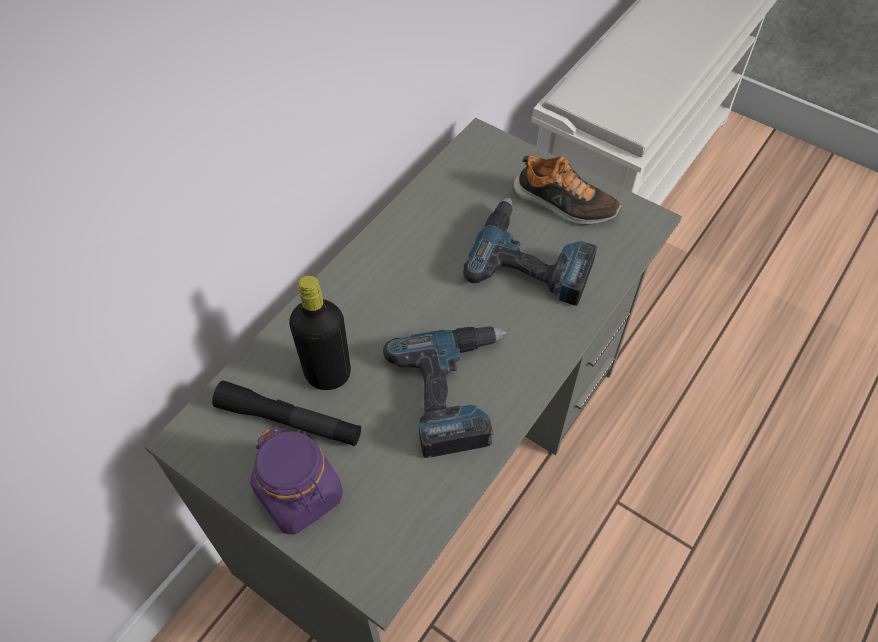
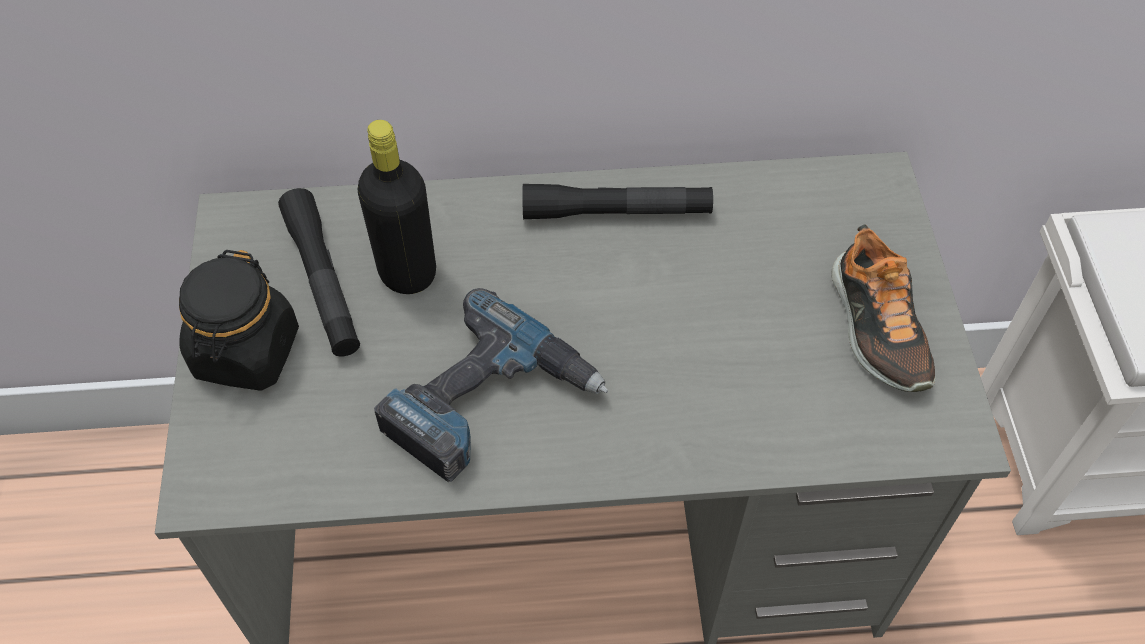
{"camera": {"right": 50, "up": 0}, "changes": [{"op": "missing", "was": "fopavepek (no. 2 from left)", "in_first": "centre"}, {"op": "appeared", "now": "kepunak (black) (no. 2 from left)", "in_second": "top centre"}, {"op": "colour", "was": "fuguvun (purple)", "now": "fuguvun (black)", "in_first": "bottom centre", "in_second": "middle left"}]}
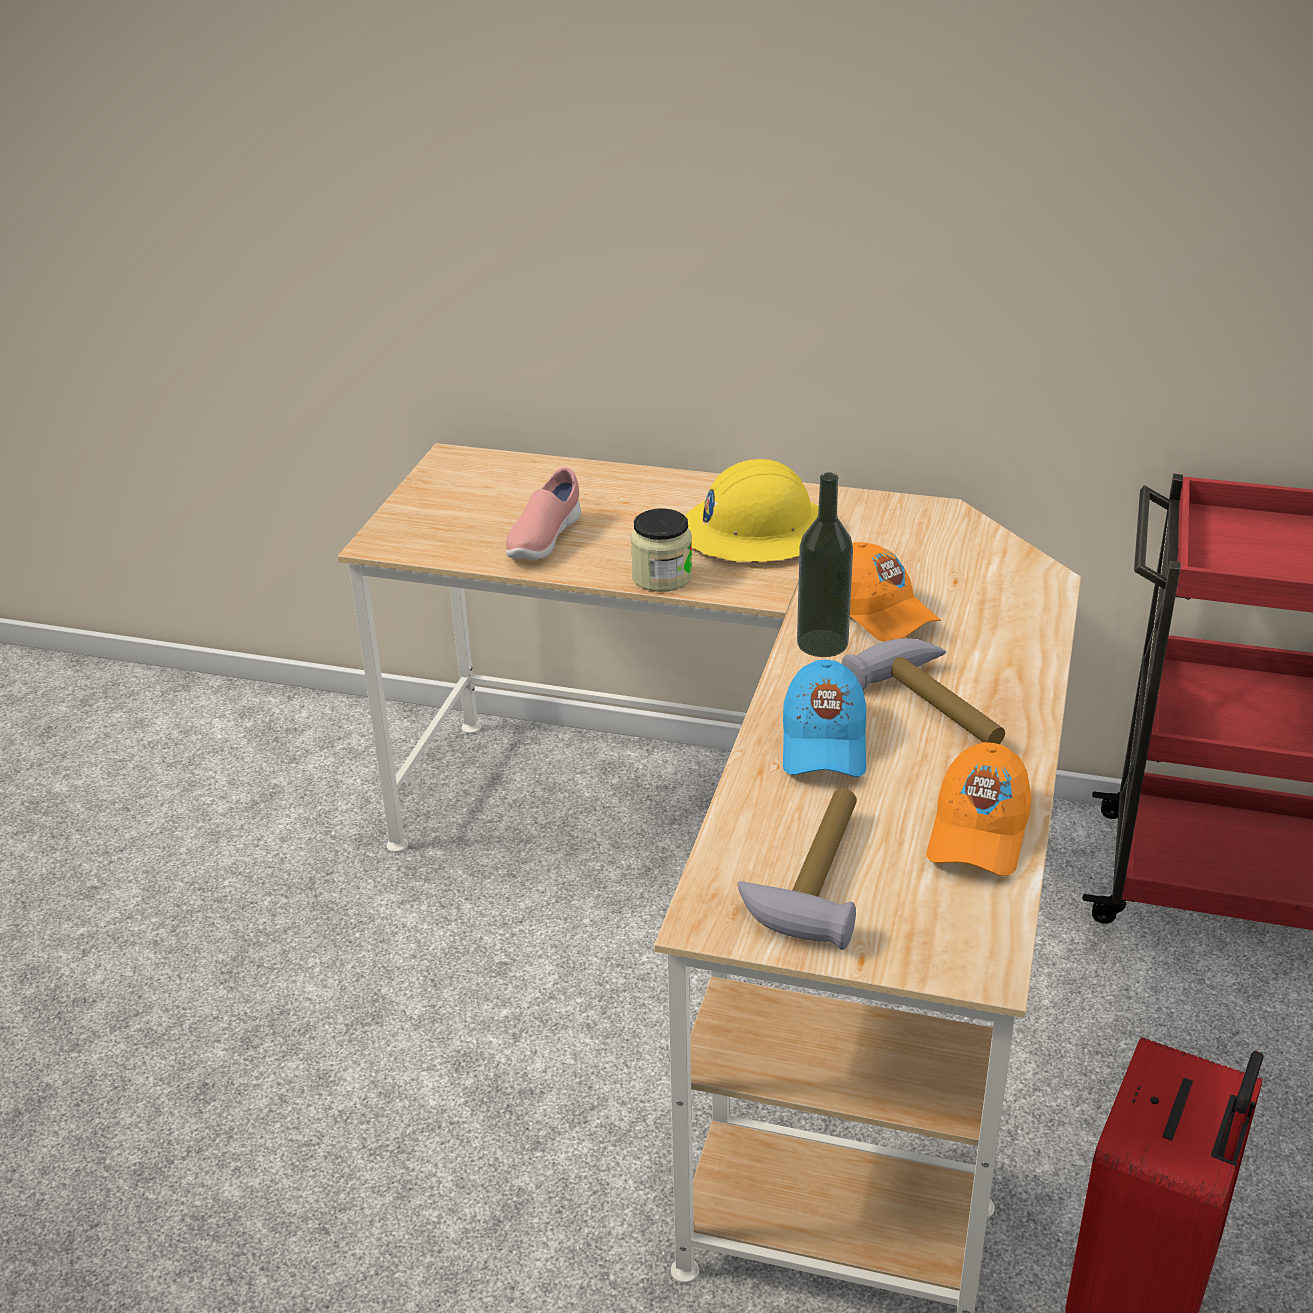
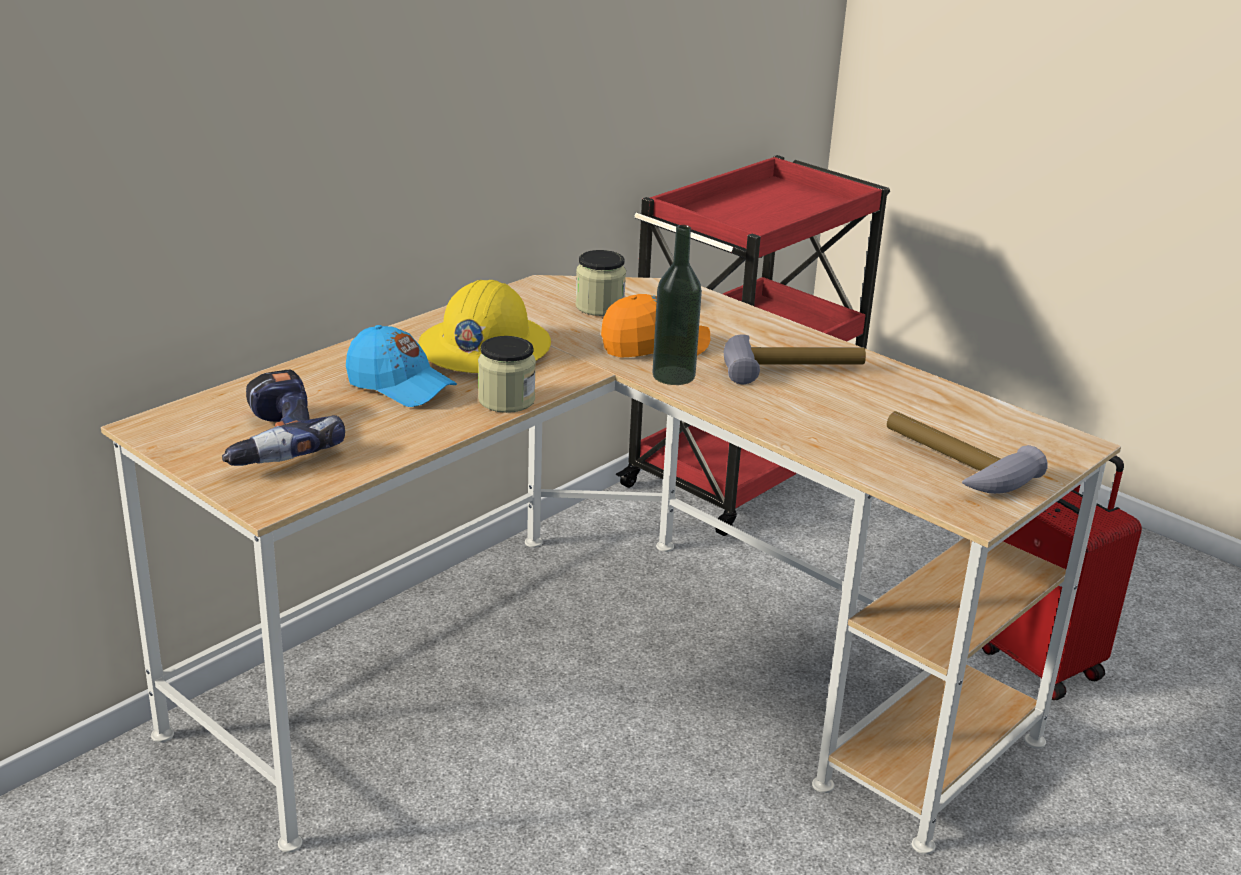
{"camera": {"right": -65, "up": -5}, "changes": [{"op": "missing", "was": "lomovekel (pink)", "in_first": "centre"}, {"op": "missing", "was": "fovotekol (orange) (no. 2 from left)", "in_first": "middle right"}, {"op": "appeared", "now": "fopavepek", "in_second": "middle left"}, {"op": "appeared", "now": "fuguvun (no. 2 from left)", "in_second": "top centre"}, {"op": "relocated", "was": "fovotekol (blue)", "in_first": "centre", "in_second": "middle left"}]}
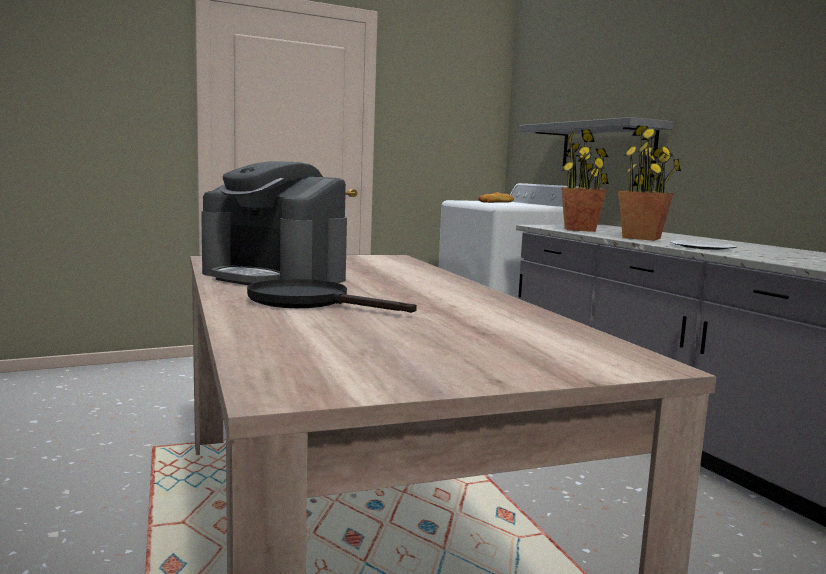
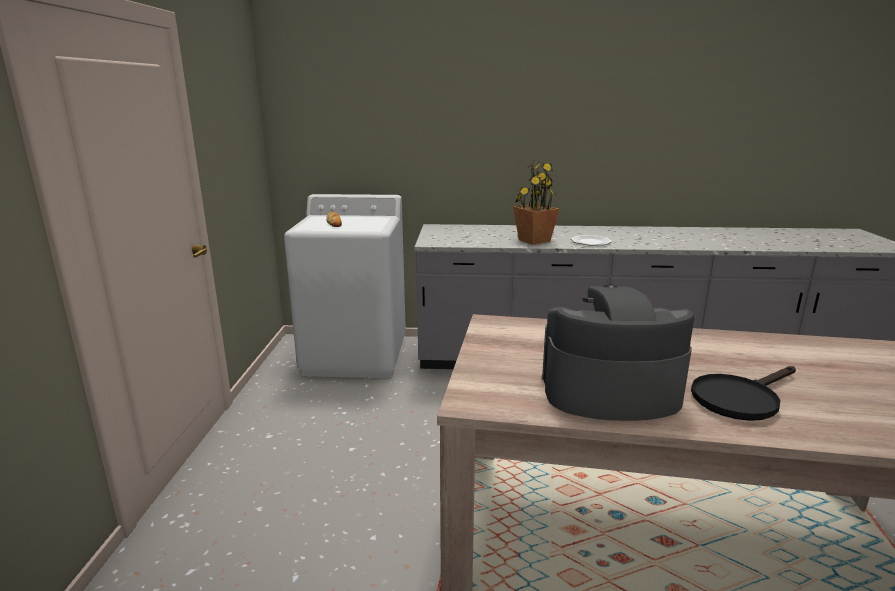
{"camera": {"right": -60, "up": 10}, "changes": [{"op": "missing", "was": "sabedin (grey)", "in_first": "top right"}, {"op": "missing", "was": "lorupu (no. 1 from left)", "in_first": "top right"}, {"op": "spun", "was": "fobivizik", "in_first": "middle left", "in_second": "middle right", "clockwise": -150}]}
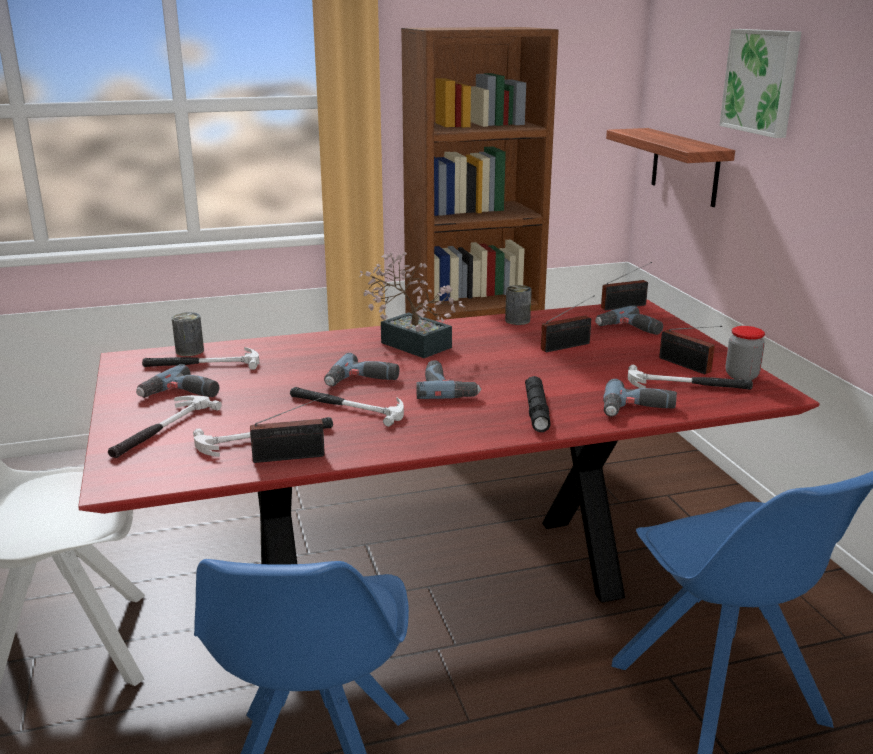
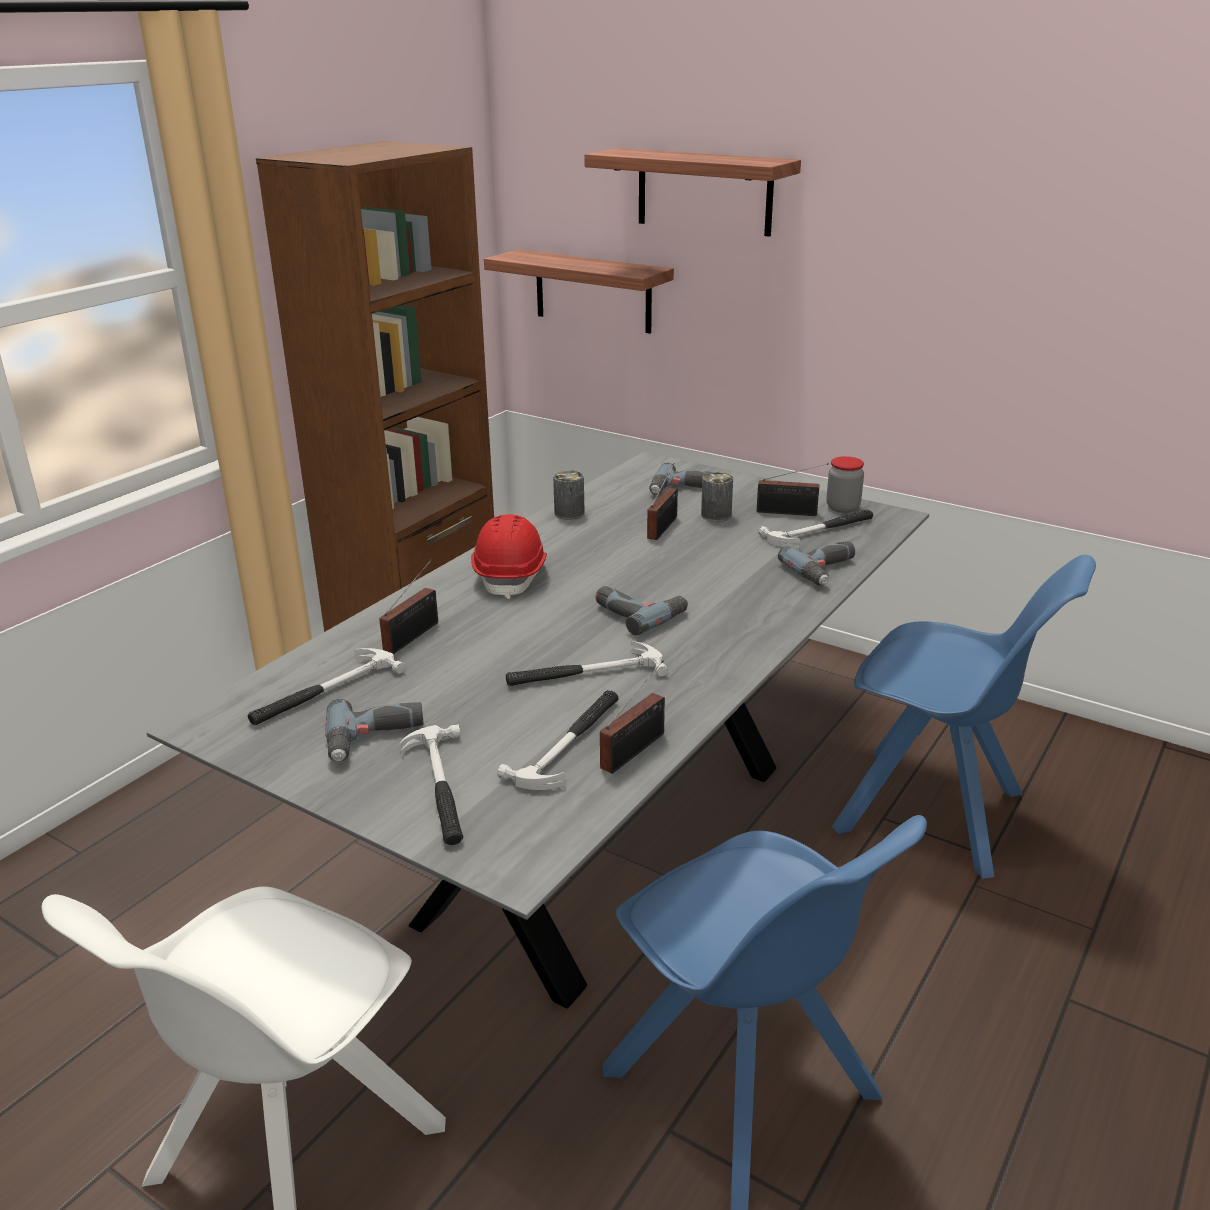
{"camera": {"right": -40, "up": 5}, "changes": [{"op": "missing", "was": "fopavepek (no. 2 from left)", "in_first": "centre"}, {"op": "missing", "was": "kepunak (black)", "in_first": "centre"}, {"op": "relocated", "was": "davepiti (no. 1 from left in the first image)", "now": "davepiti (no. 2 from left)", "in_first": "middle left", "in_second": "centre"}, {"op": "relocated", "was": "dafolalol (no. 3 from left in the first image)", "now": "dafolalol (no. 1 from left)", "in_first": "middle right", "in_second": "centre"}, {"op": "exchanged", "was": "lorupu", "now": "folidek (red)", "in_first": "centre", "in_second": "centre"}, {"op": "exchanged", "was": "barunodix", "now": "sabedin (no. 2 from left)", "in_first": "top right", "in_second": "top centre"}, {"op": "colour", "was": "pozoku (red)", "now": "pozoku (grey)", "in_first": "centre", "in_second": "centre"}]}
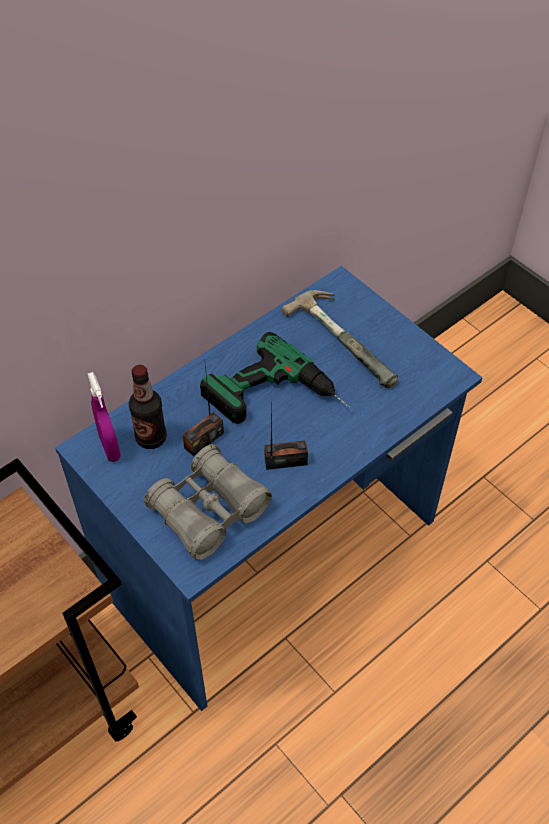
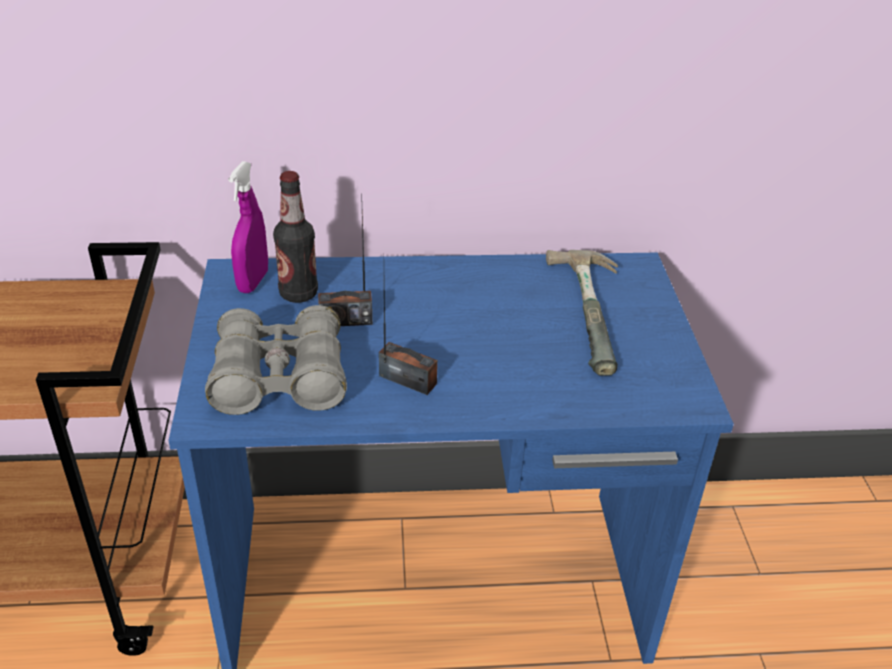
{"camera": {"right": 35, "up": -15}, "changes": [{"op": "missing", "was": "fopavepek", "in_first": "centre"}]}
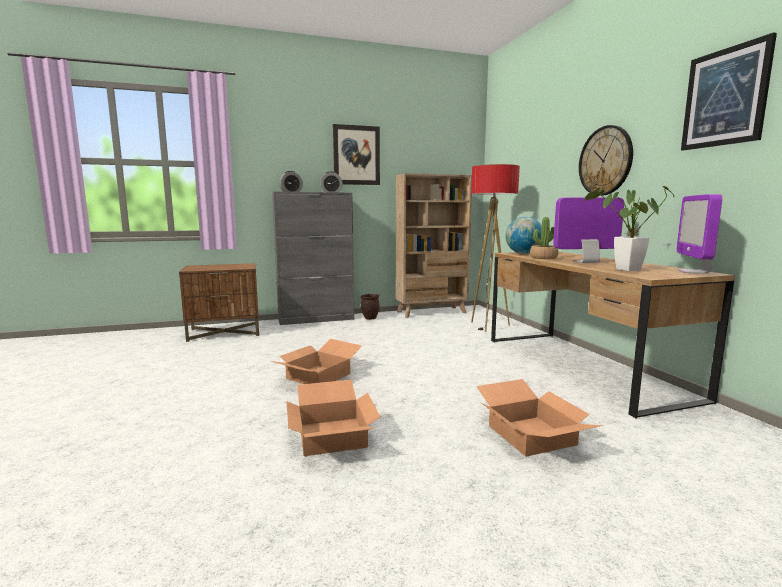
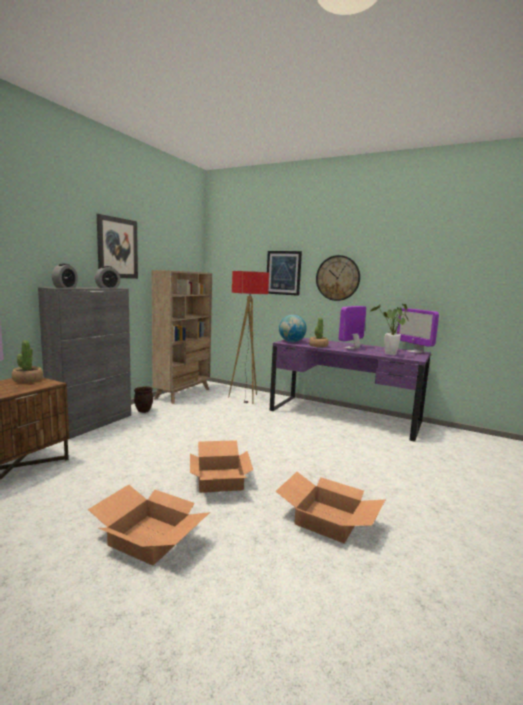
{"camera": {"right": -45, "up": 0}, "changes": [{"op": "appeared", "now": "lorupu (no. 1 from left)", "in_second": "middle left"}, {"op": "relocated", "was": "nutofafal (no. 3 from left in the first image)", "now": "nutofafal (no. 1 from left)", "in_first": "bottom right", "in_second": "bottom left"}, {"op": "relocated", "was": "barunodix (no. 2 from left)", "in_first": "top right", "in_second": "centre"}, {"op": "colour", "was": "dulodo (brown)", "now": "dulodo (purple)", "in_first": "middle right", "in_second": "middle right"}]}
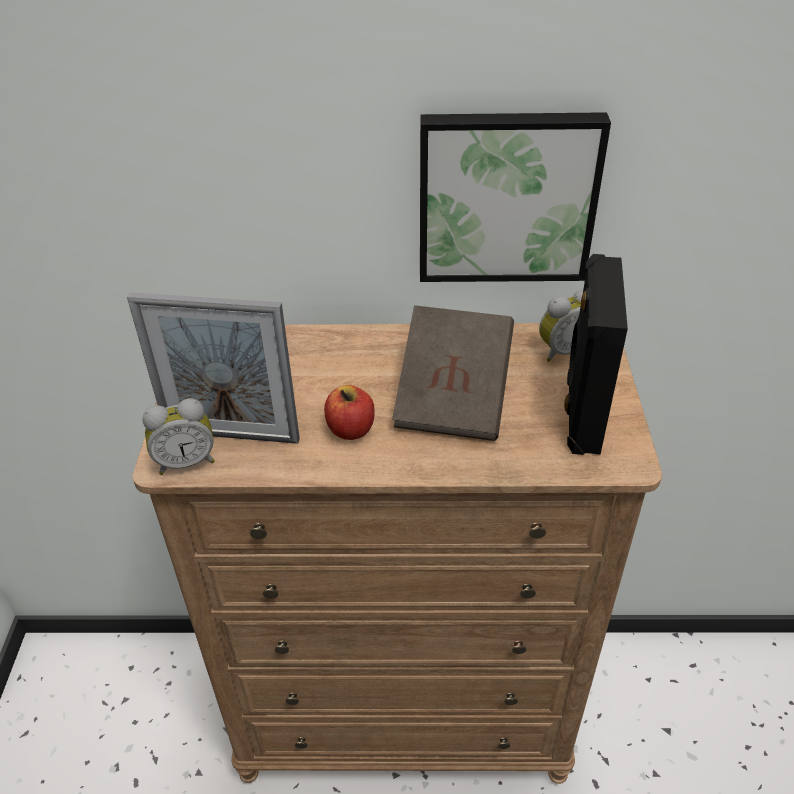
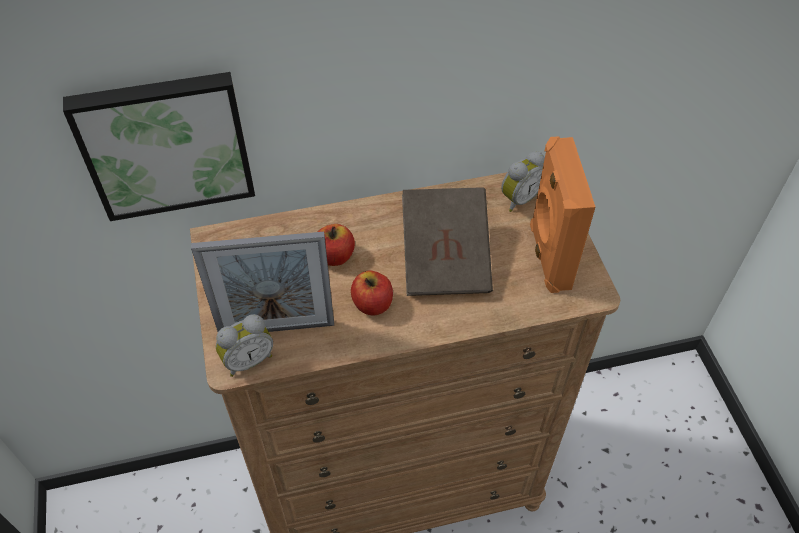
{"camera": {"right": -15, "up": 10}, "changes": [{"op": "appeared", "now": "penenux (no. 1 from left)", "in_second": "centre"}, {"op": "relocated", "was": "barunodix", "in_first": "top centre", "in_second": "top left"}, {"op": "colour", "was": "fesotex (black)", "now": "fesotex (orange)", "in_first": "middle right", "in_second": "middle right"}]}
